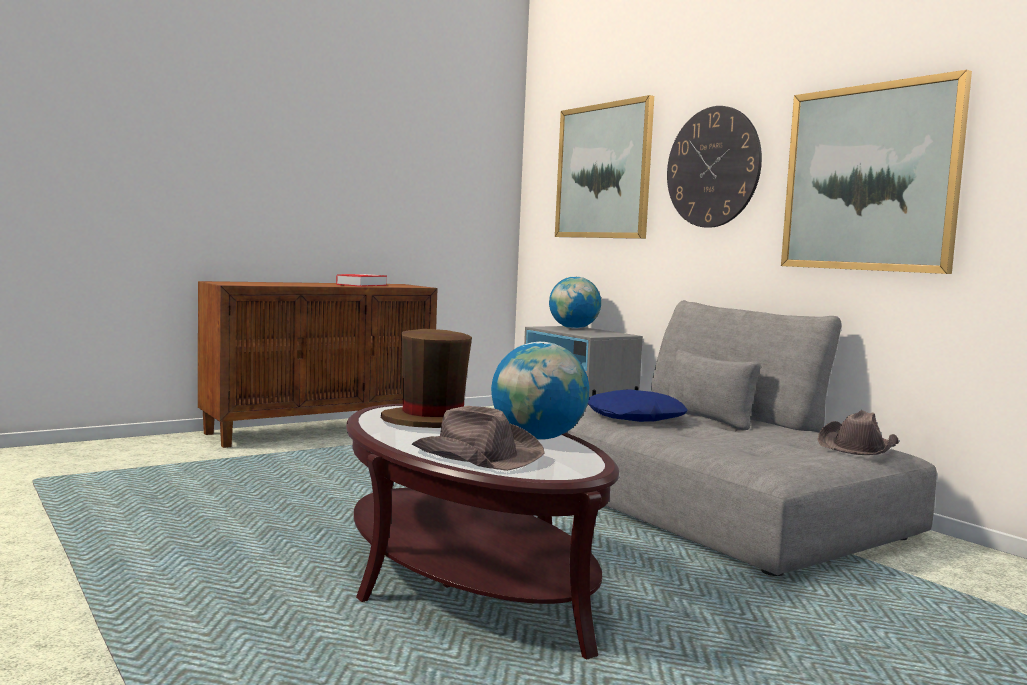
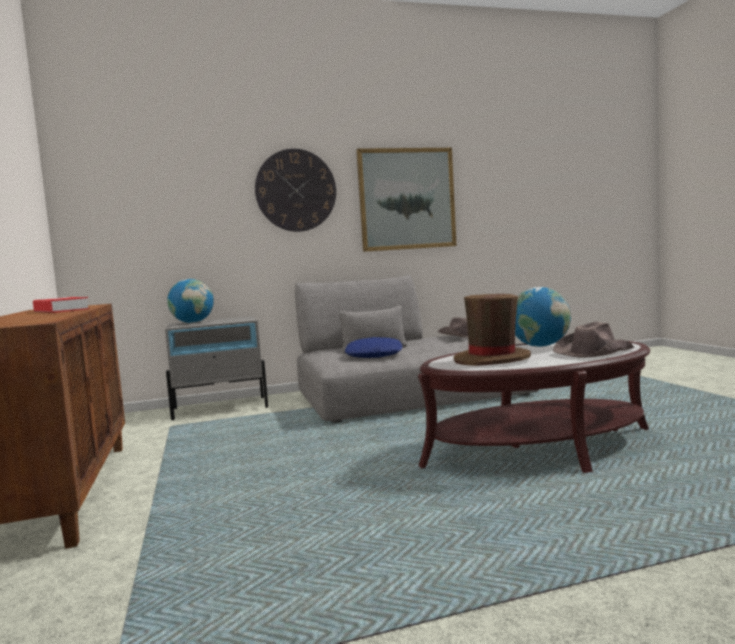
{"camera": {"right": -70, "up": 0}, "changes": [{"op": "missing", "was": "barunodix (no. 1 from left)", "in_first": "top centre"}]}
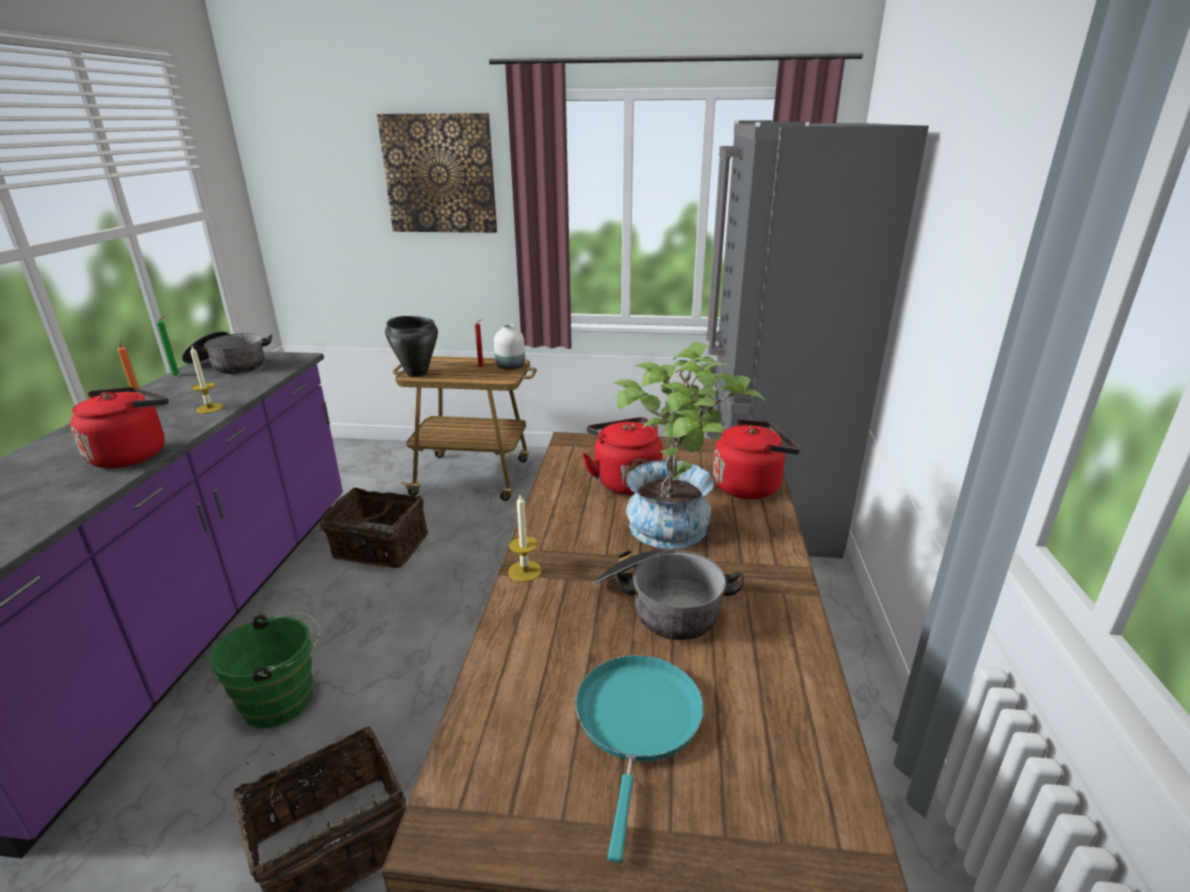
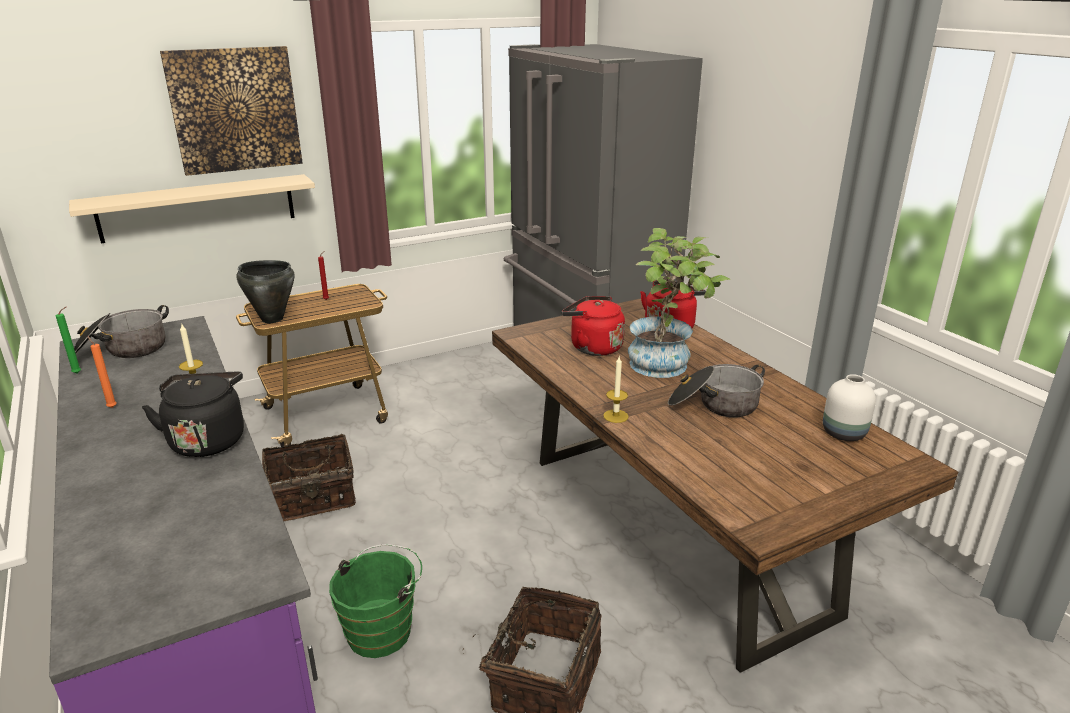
{"camera": {"right": -35, "up": 0}, "changes": [{"op": "missing", "was": "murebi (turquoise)", "in_first": "bottom centre"}, {"op": "appeared", "now": "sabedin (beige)", "in_second": "top left"}, {"op": "relocated", "was": "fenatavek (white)", "in_first": "centre", "in_second": "middle right"}, {"op": "colour", "was": "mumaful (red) (no. 1 from left)", "now": "mumaful (black)", "in_first": "middle left", "in_second": "middle left"}]}
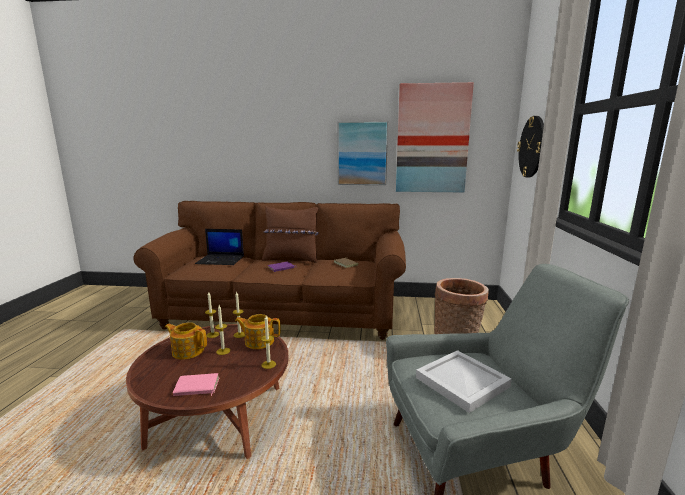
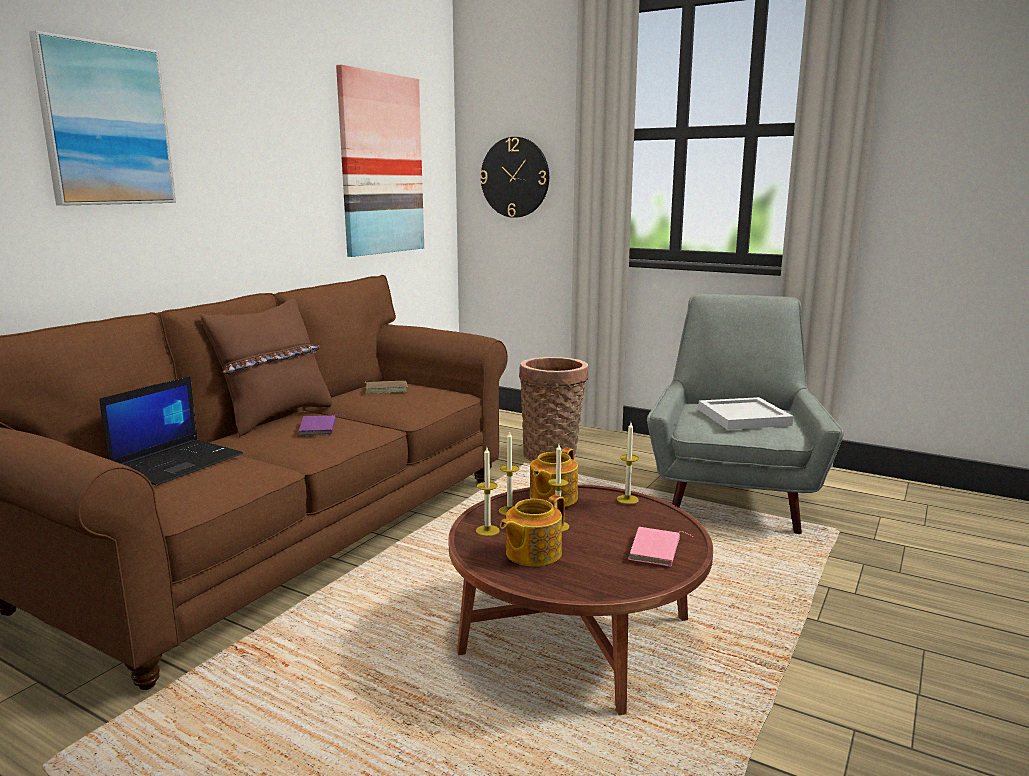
{"camera": {"right": -65, "up": 0}, "changes": [{"op": "relocated", "was": "barunodix (no. 1 from left)", "in_first": "top centre", "in_second": "top left"}]}
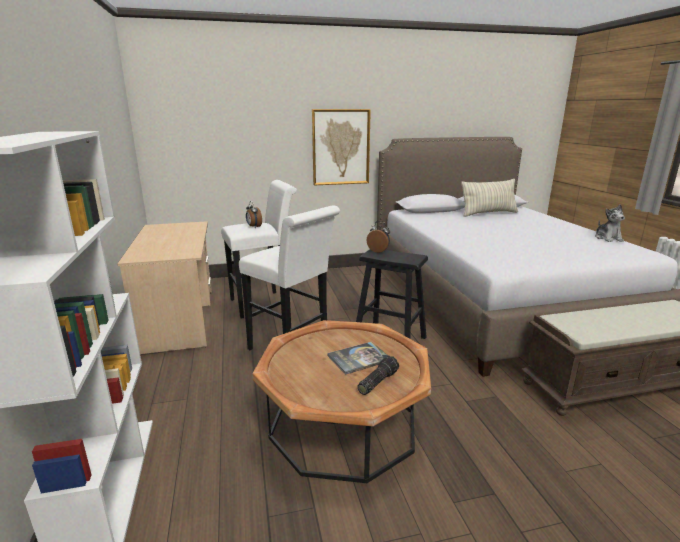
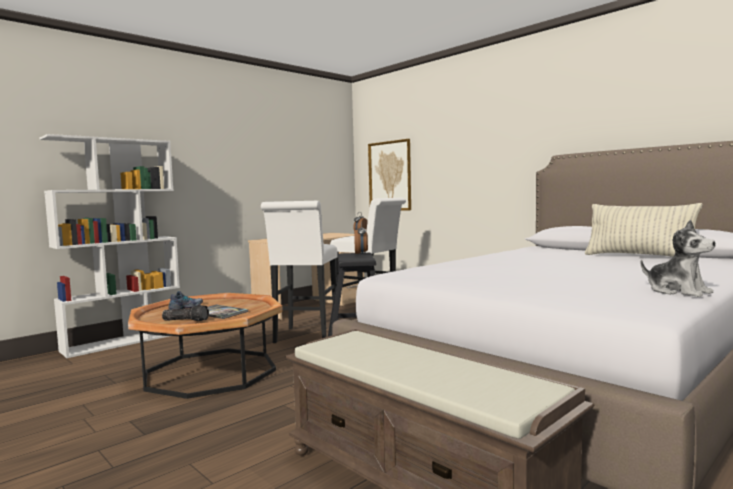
{"camera": {"right": 60, "up": -15}, "changes": [{"op": "appeared", "now": "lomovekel", "in_second": "middle left"}, {"op": "relocated", "was": "barunodix", "in_first": "top centre", "in_second": "centre"}, {"op": "spun", "was": "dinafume", "in_first": "middle right", "in_second": "middle right", "clockwise": -90}]}
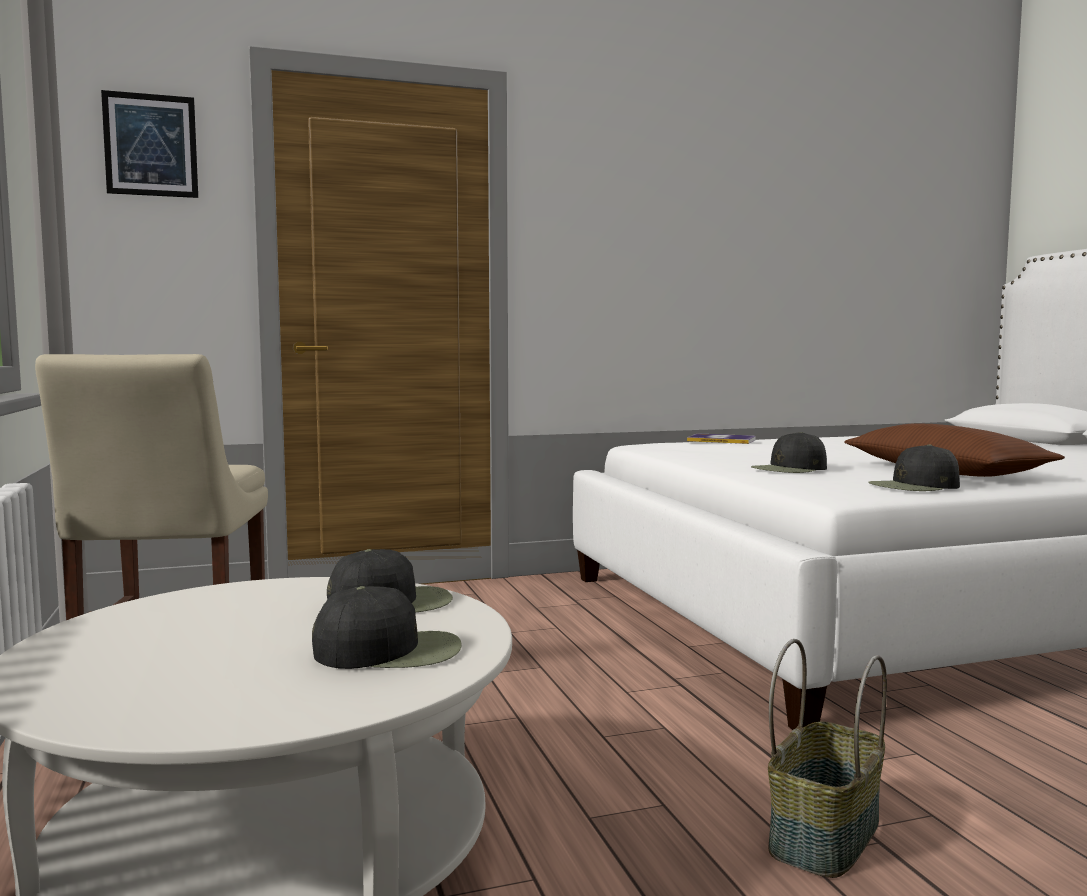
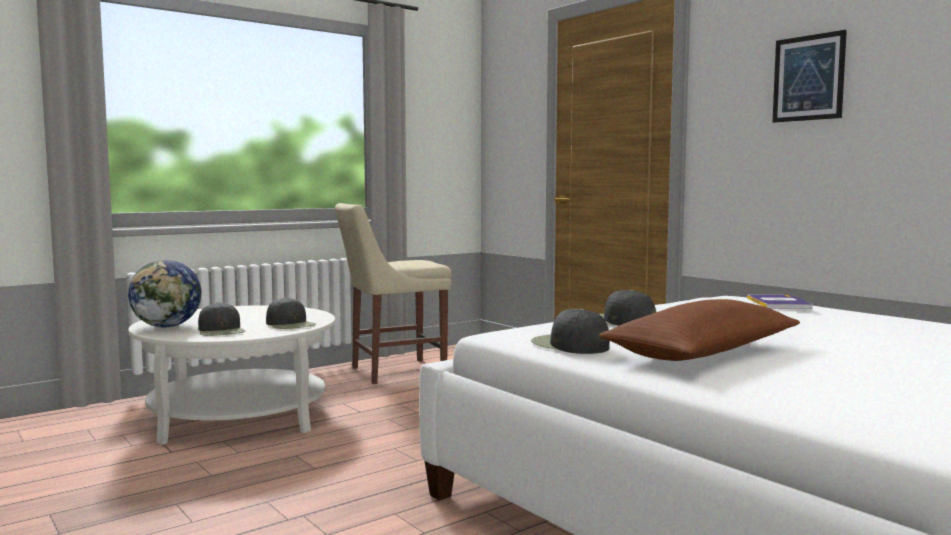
{"camera": {"right": 70, "up": 0}, "changes": [{"op": "missing", "was": "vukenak", "in_first": "bottom right"}, {"op": "appeared", "now": "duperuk", "in_second": "middle left"}, {"op": "relocated", "was": "barunodix", "in_first": "top left", "in_second": "top right"}]}
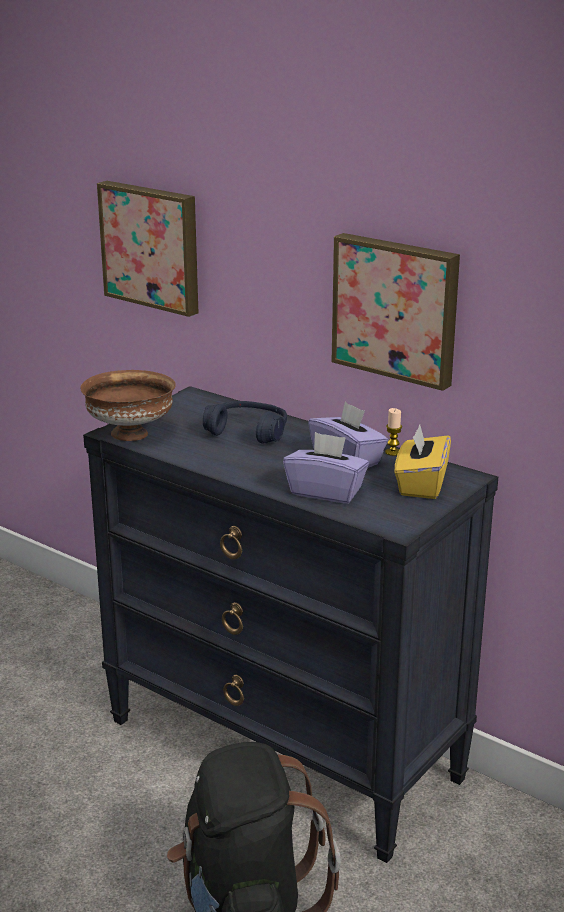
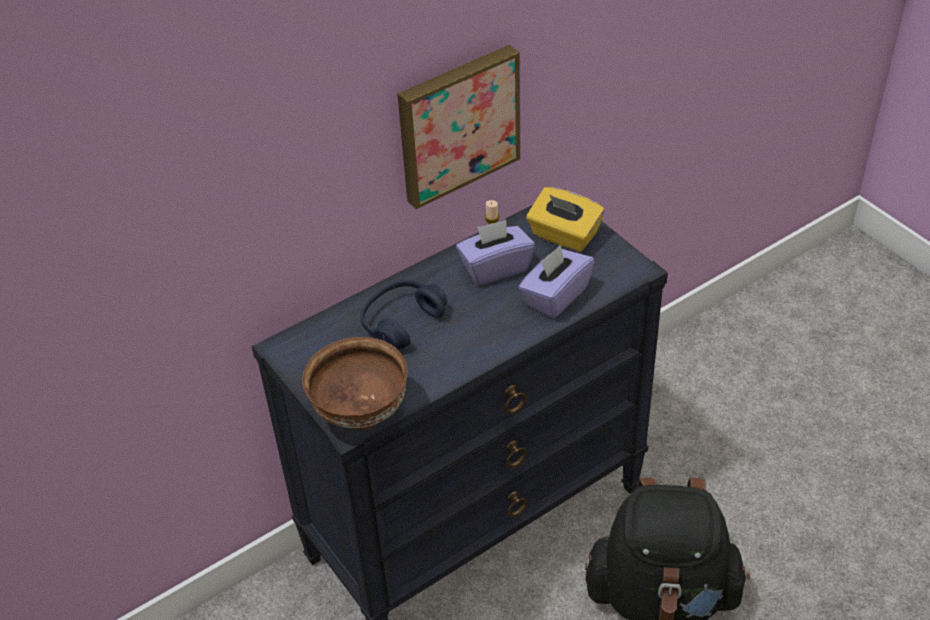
{"camera": {"right": -70, "up": 20}, "changes": [{"op": "missing", "was": "barunodix (no. 1 from left)", "in_first": "top left"}]}
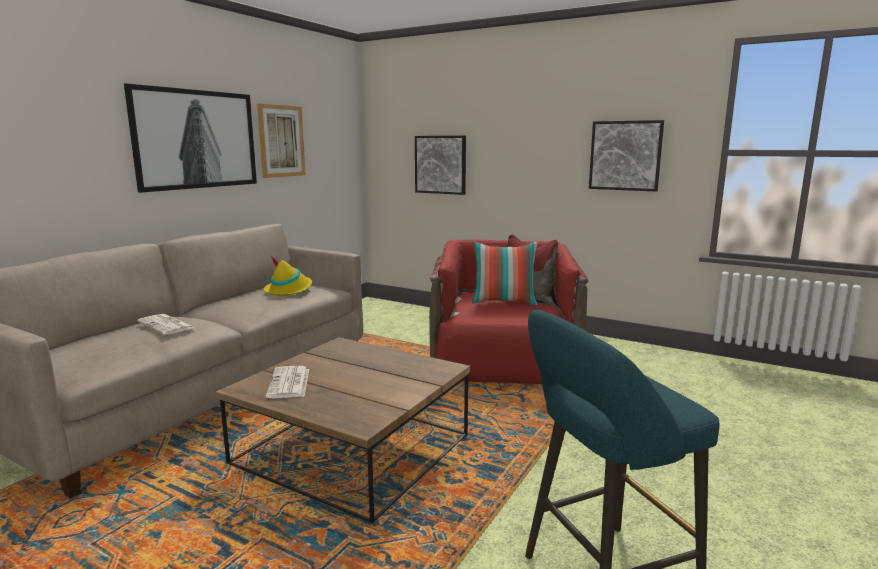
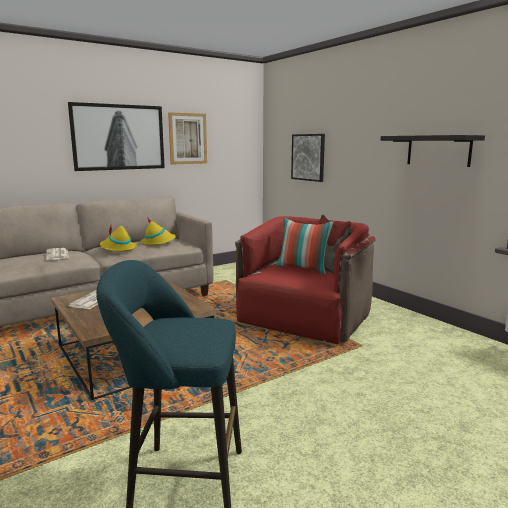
{"camera": {"right": 25, "up": 0}, "changes": [{"op": "appeared", "now": "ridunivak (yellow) (no. 1 from left)", "in_second": "middle left"}, {"op": "exchanged", "was": "barunodix (no. 4 from left)", "now": "sabedin (black)", "in_first": "top right", "in_second": "top right"}]}
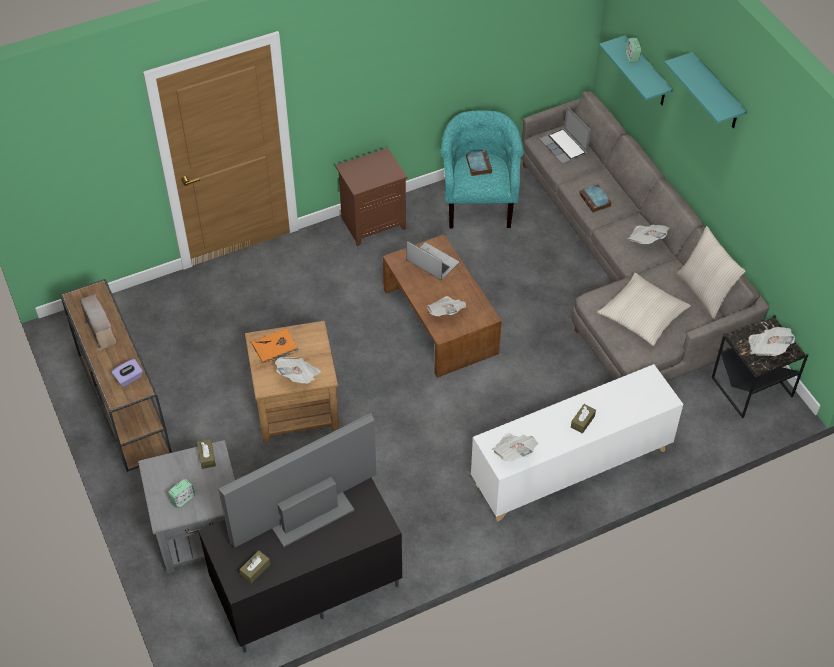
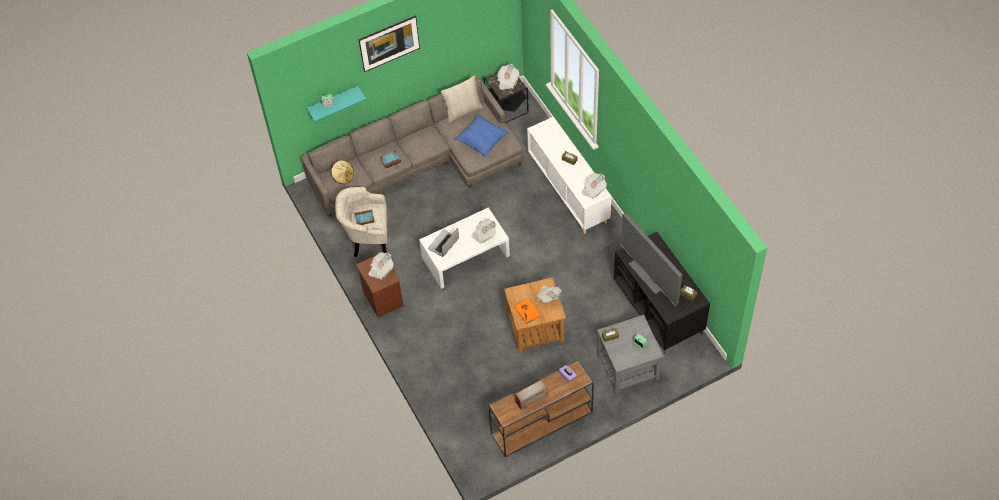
{"camera": {"right": -90, "up": 5}, "changes": [{"op": "relocated", "was": "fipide (no. 4 from left in the first image)", "now": "fipide (no. 1 from left)", "in_first": "middle right", "in_second": "centre"}, {"op": "exchanged", "was": "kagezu (no. 2 from left)", "now": "ridunivak (beige)", "in_first": "top right", "in_second": "centre"}, {"op": "exchanged", "was": "sabedin (turquoise) (no. 2 from left)", "now": "barunodix", "in_first": "top right", "in_second": "top centre"}, {"op": "colour", "was": "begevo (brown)", "now": "begevo (white)", "in_first": "centre", "in_second": "centre"}, {"op": "colour", "was": "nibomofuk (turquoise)", "now": "nibomofuk (beige)", "in_first": "top centre", "in_second": "centre"}, {"op": "colour", "was": "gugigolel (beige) (no. 1 from left)", "now": "gugigolel (blue)", "in_first": "middle right", "in_second": "top centre"}]}
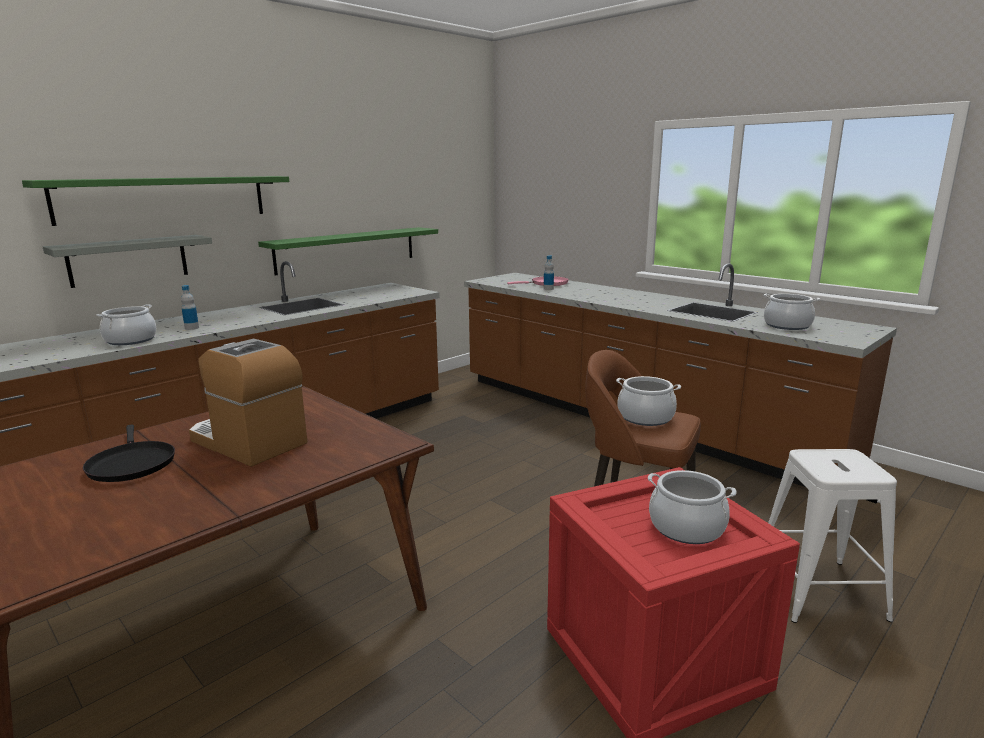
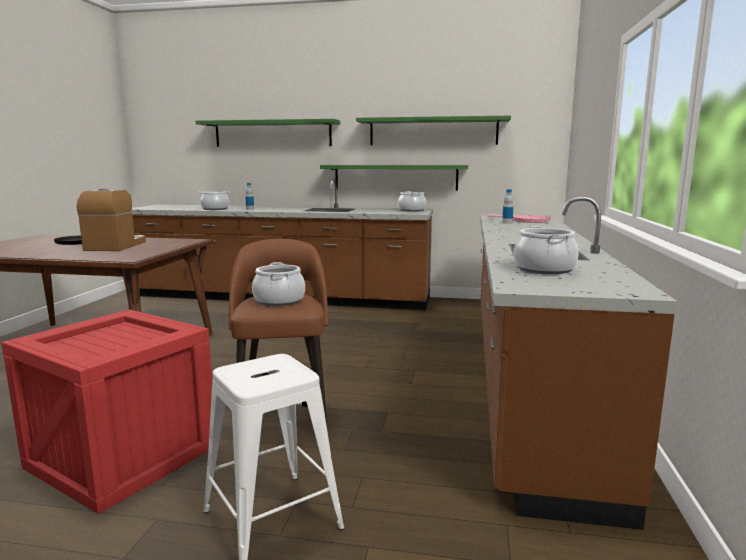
{"camera": {"right": 55, "up": -5}, "changes": [{"op": "missing", "was": "sabedin (grey)", "in_first": "middle left"}, {"op": "appeared", "now": "sabedin (green) (no. 3 from left)", "in_second": "top centre"}, {"op": "relocated", "was": "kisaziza (no. 3 from left)", "in_first": "bottom right", "in_second": "centre"}]}
